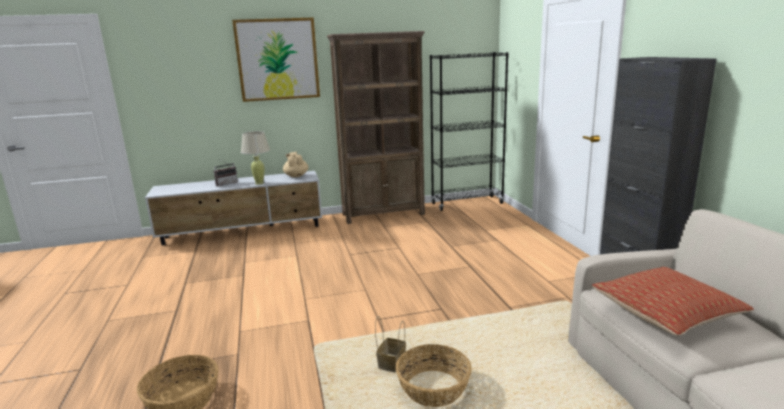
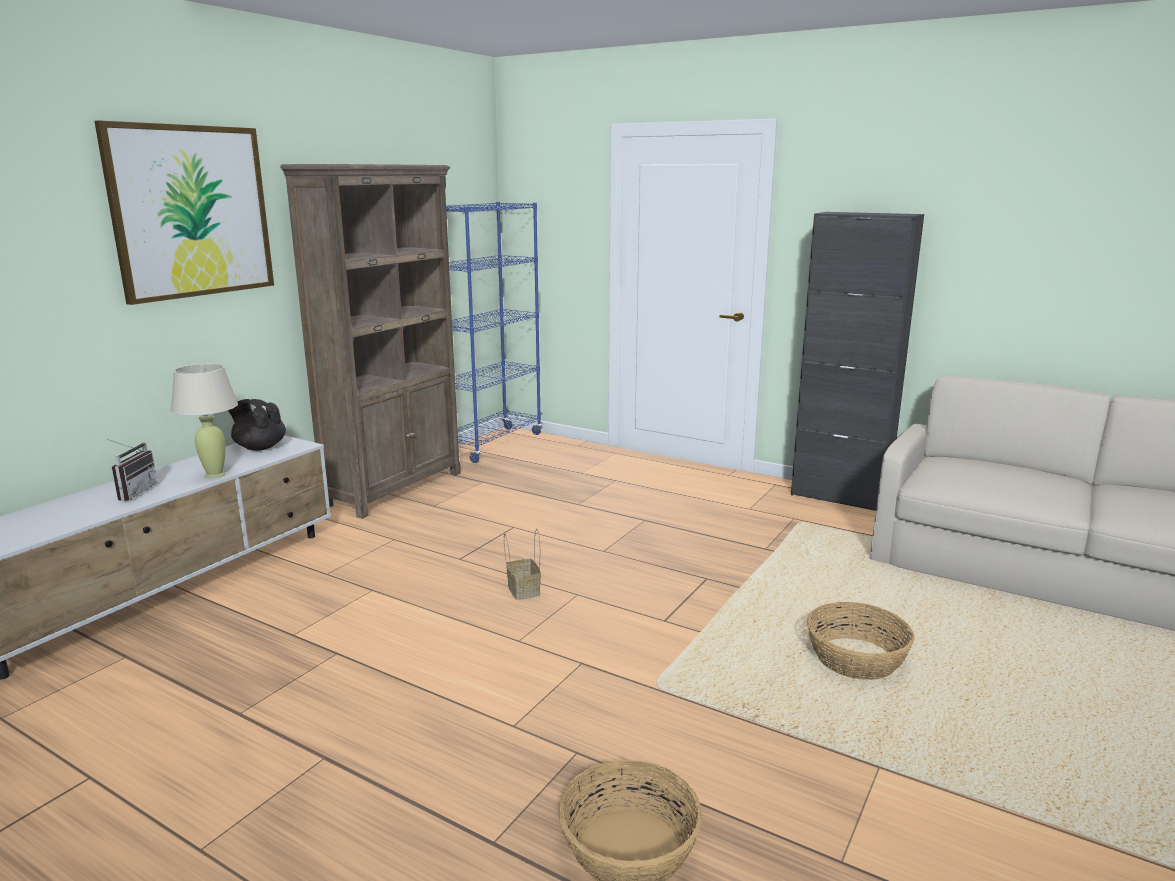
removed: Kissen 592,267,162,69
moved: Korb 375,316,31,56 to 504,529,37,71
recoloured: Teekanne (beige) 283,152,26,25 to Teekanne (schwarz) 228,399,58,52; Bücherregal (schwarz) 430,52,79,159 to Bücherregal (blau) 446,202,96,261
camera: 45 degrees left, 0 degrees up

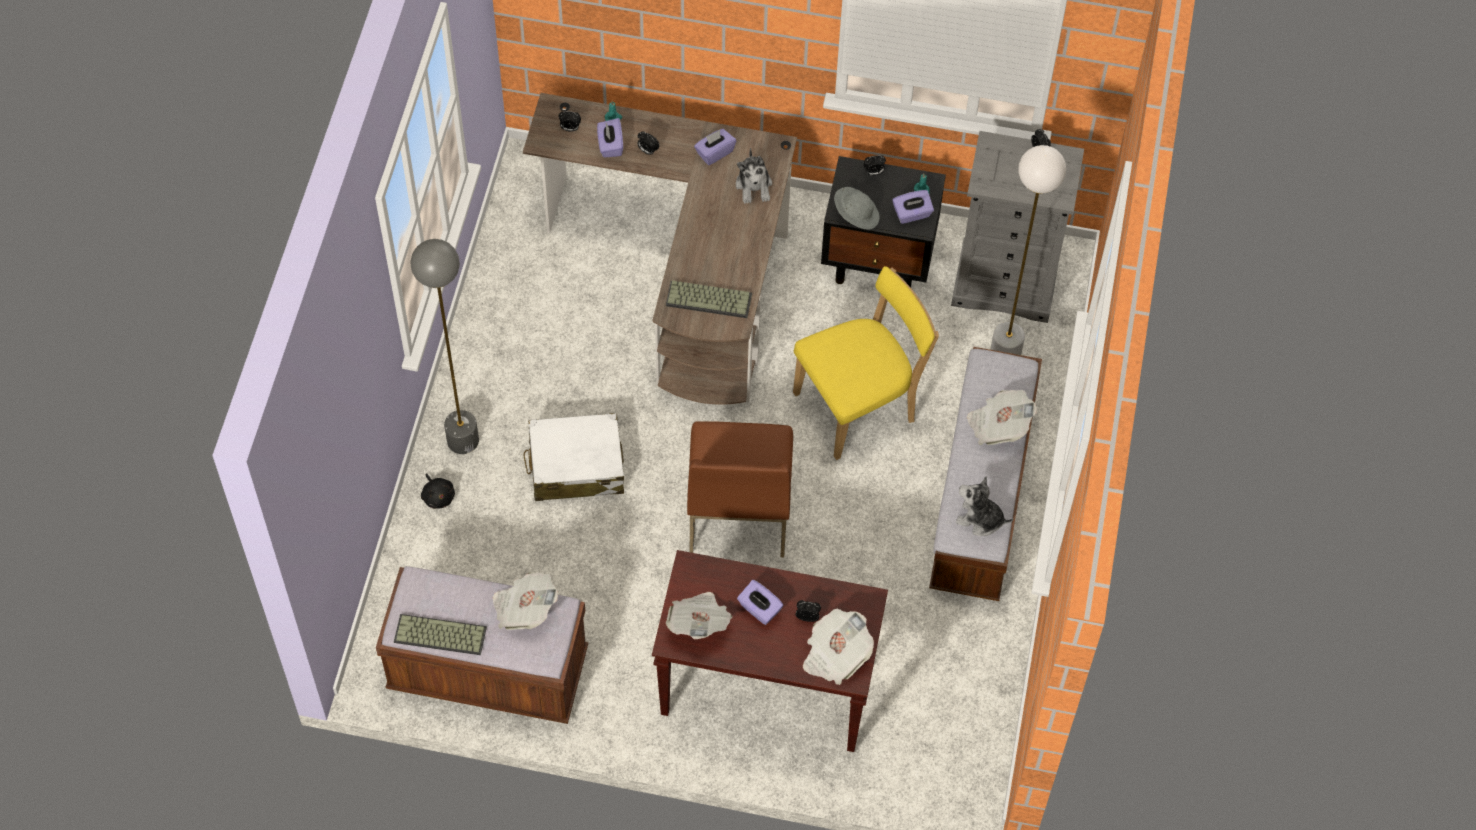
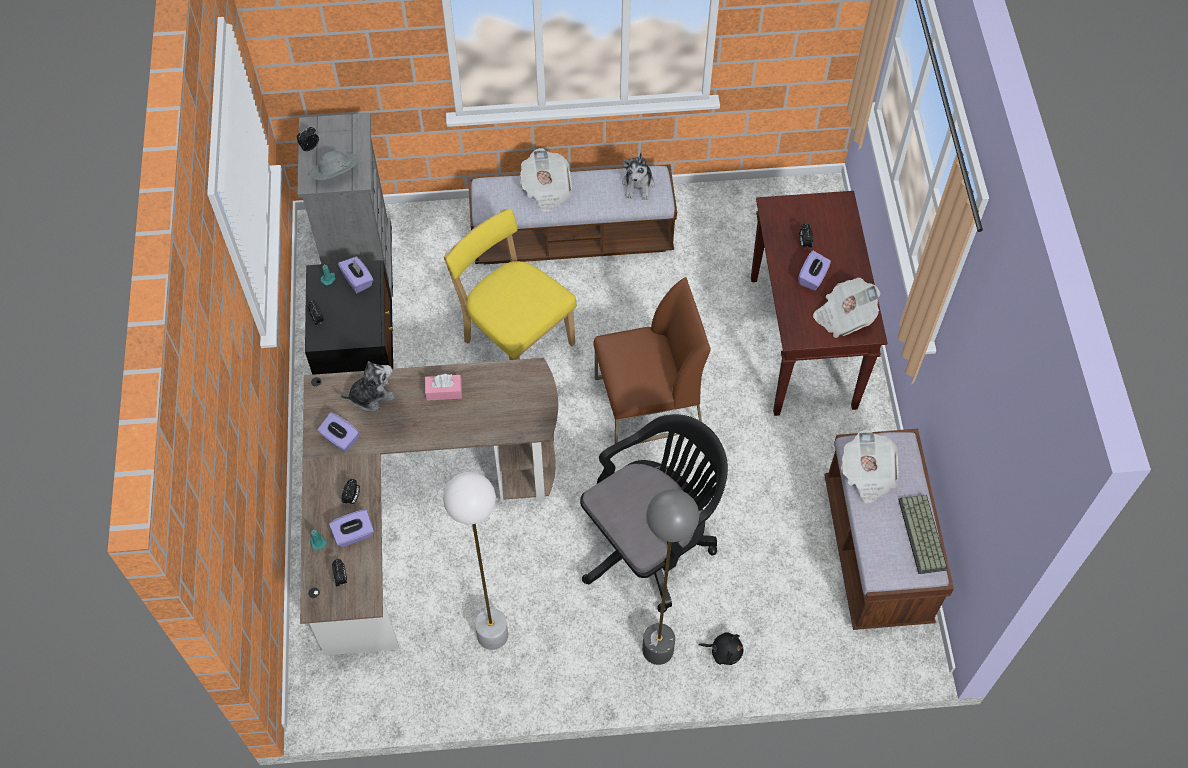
removed: Tastatur 666,280,86,38; Zeitung 803,609,71,76
added: Taschentuchbox (rosa) 425,374,37,27
moved: Hut (grau) 834,187,45,43 to 310,151,48,29; Stehlampe (weiß) 990,145,76,210 to 443,472,65,178
replaced: Koffer (weiß) 524,413,100,88 to Bürostuhl (schwarz) 580,414,148,199
turned: Plüschtier (schwarz) 421,473,34,36 = 699,632,44,33 60 degrees clockwise
camera: 105 degrees left, 0 degrees up

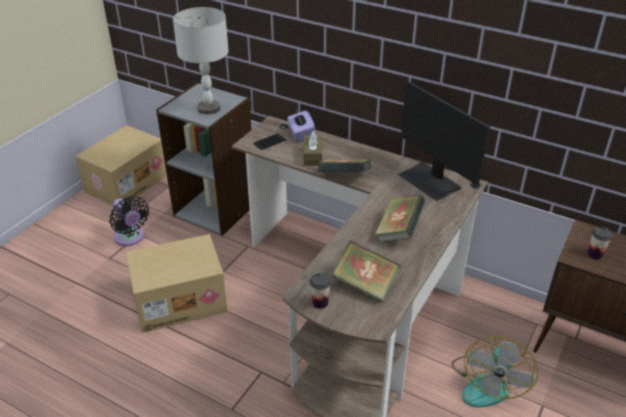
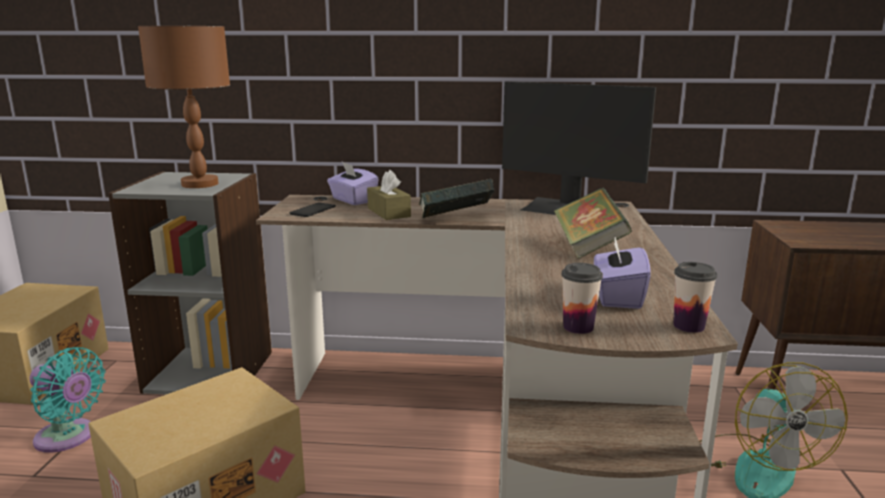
moved: Tasse 588,227,24,33 to 674,262,43,71
replaced: Buch 332,241,69,61 to Taschentuchbox (lila) 594,237,57,72
recoloured: Ventilator (schwarz) 110,196,39,50 to Ventilator (türkis) 30,347,76,106; Tischlampe (grau) 173,7,56,107 to Tischlampe (braun) 138,26,92,162
camera: 25 degrees left, 20 degrees down

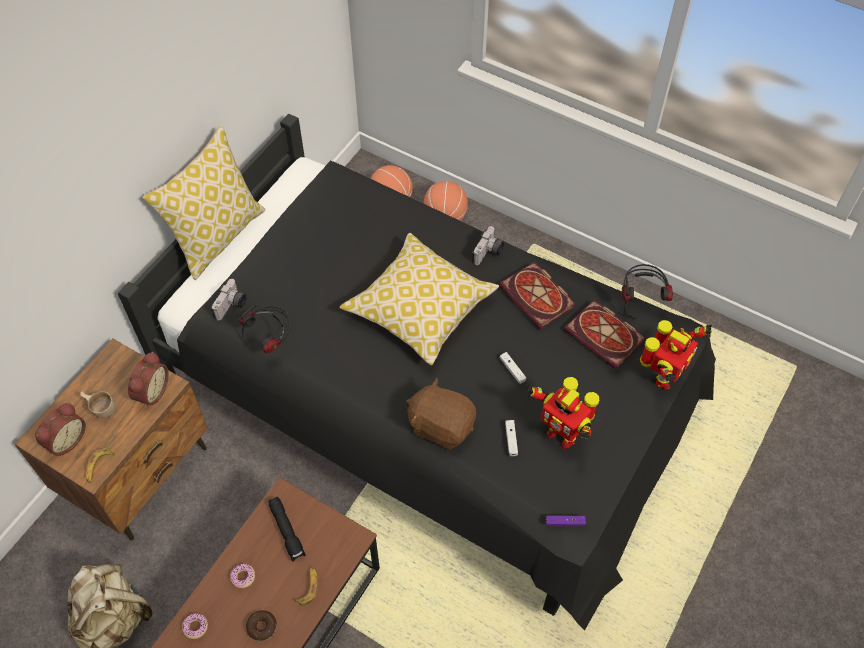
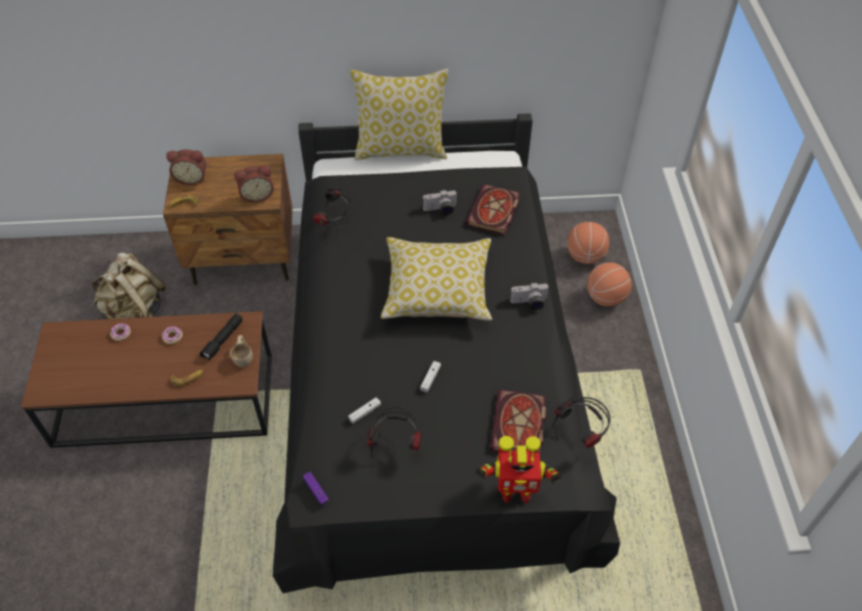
removed: Donut 246,610,31,31; Plüschtier (braun) 406,378,70,71
moved: Tasse (beige) 80,391,35,27 to 230,335,23,32; Kamera 211,279,36,41 to 423,189,34,26; Buch 499,262,77,67 to 466,184,54,51
replaced: Spielzeugroboter 526,377,73,72 to Kopfhörer 367,406,54,59
camera: 55 degrees right, 5 degrees down

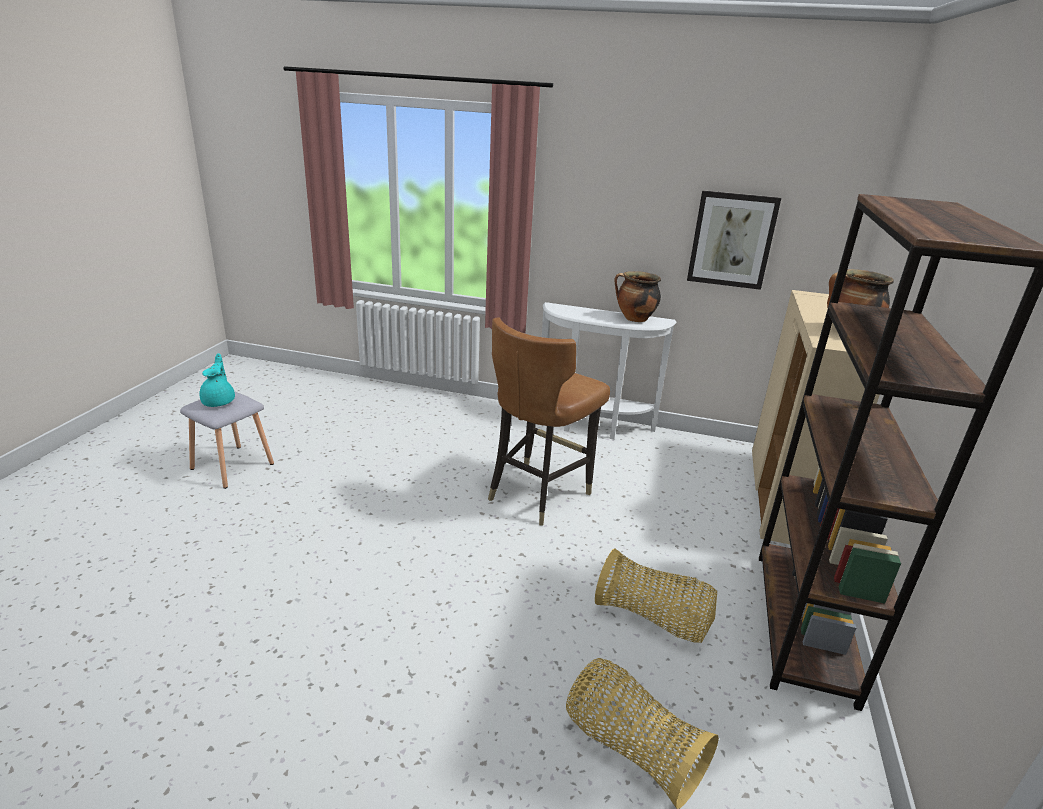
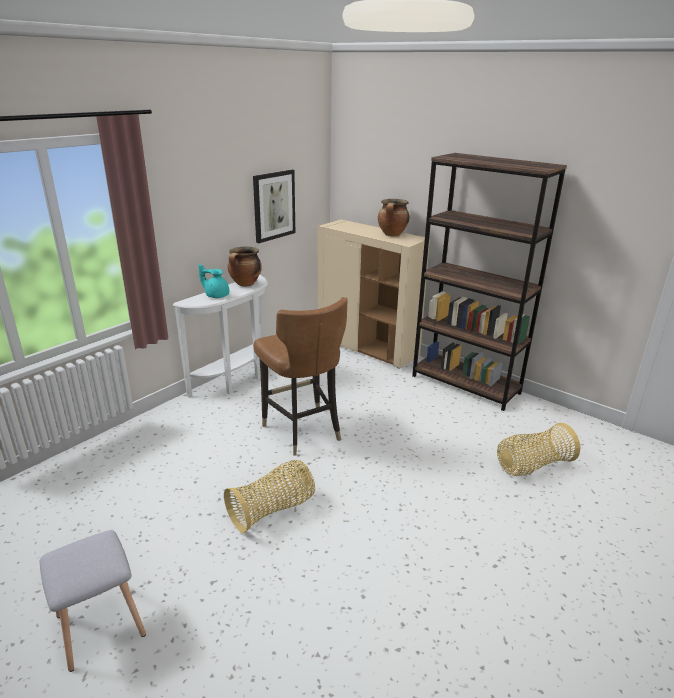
moved: Teekanne (türkis) 199,353,36,54 to 198,263,31,35; Korb 595,549,122,94 to 224,460,91,73
camera: 65 degrees left, 0 degrees up

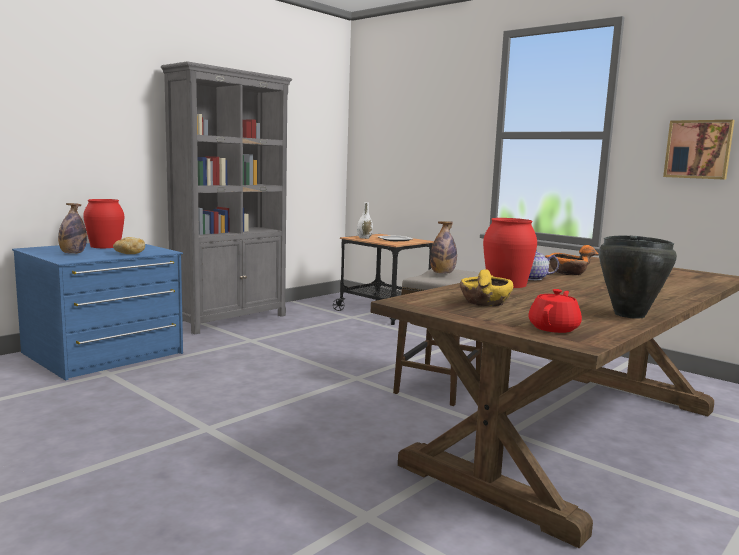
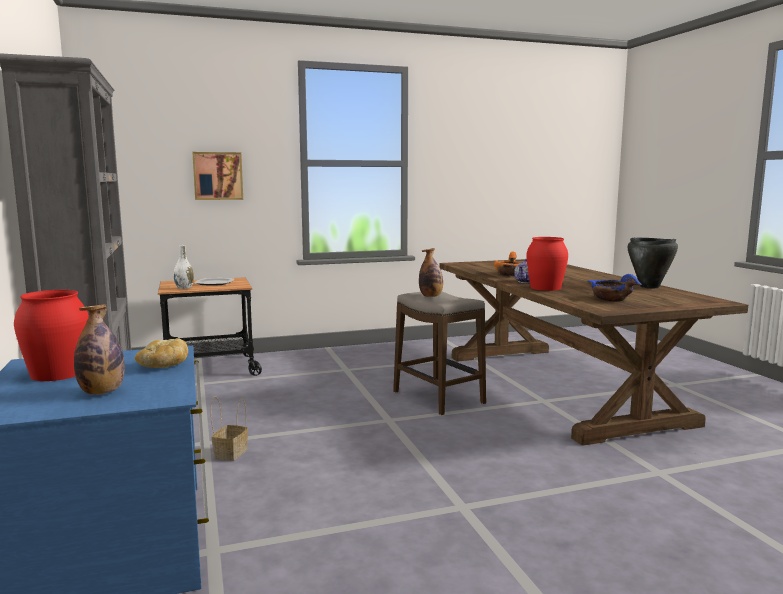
removed: Teekanne (rot) 528,289,54,44
added: Korb 211,396,37,65
moved: Bild 663,120,72,60 to 192,152,51,48
recoloured: Schüssel (gelb) 460,269,53,38 to Schüssel (blau) 588,274,54,27
camera: 60 degrees left, 0 degrees up

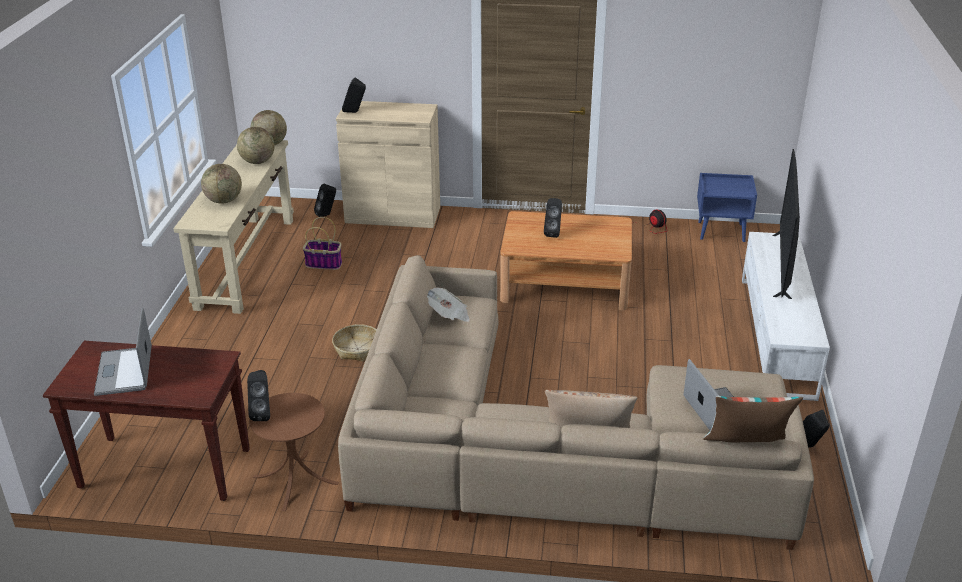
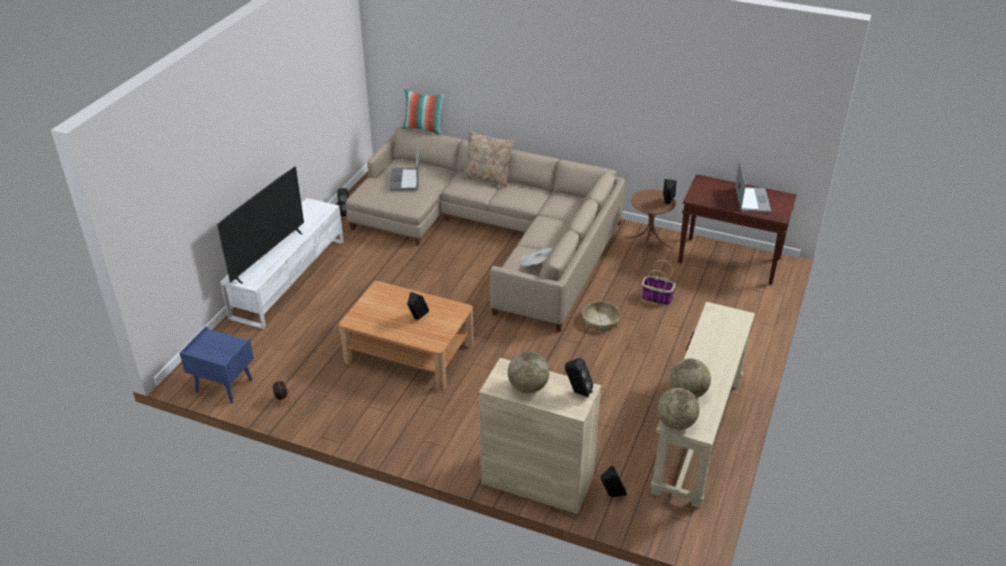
moved: Globus 201,164,41,40 to 508,351,41,43; Korb 303,217,39,53 to 642,260,33,46
camera: 165 degrees left, 5 degrees up

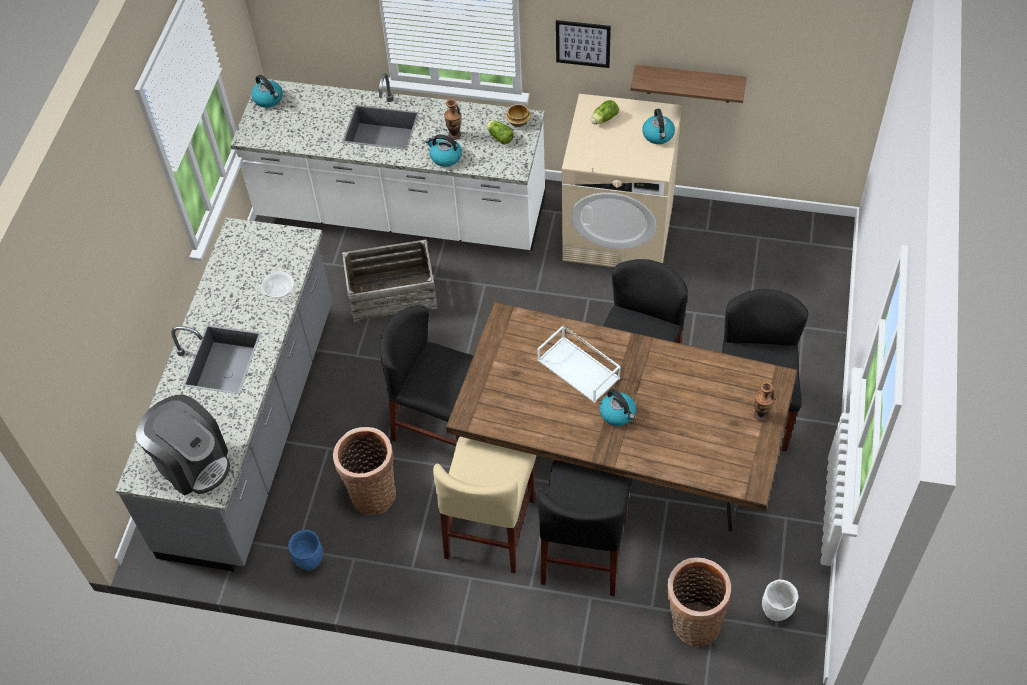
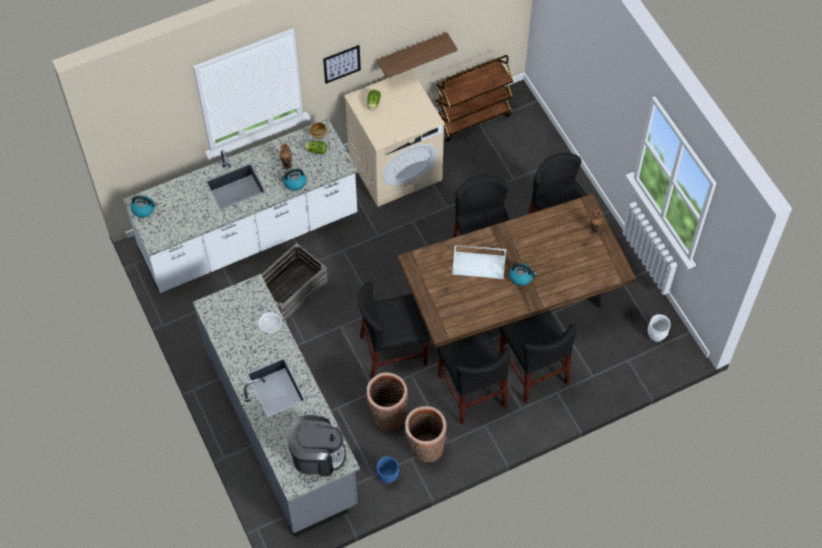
removed: Wasserkessel 642,109,33,35
added: Rollwagen (braun) 436,55,78,87
moved: Korb 667,557,64,90 to 405,406,42,56
recoloured: Stuhl (beige) 433,437,103,137 to Stuhl (schwarz) 437,331,74,94
camera: 40 degrees left, 5 degrees up

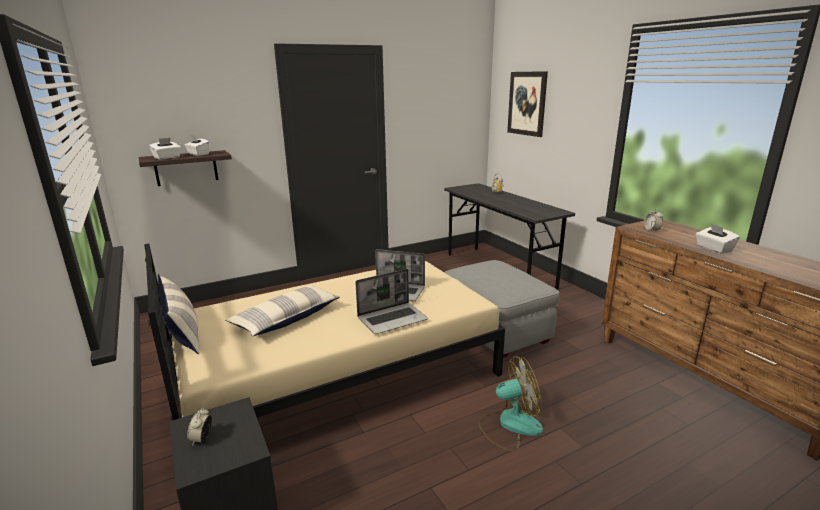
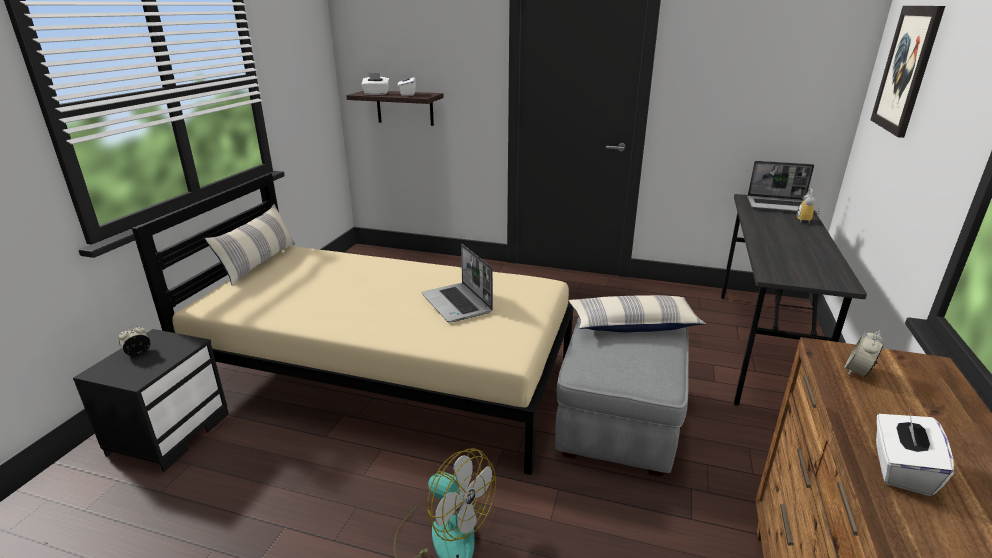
moved: Kissen 225,285,115,51 to 569,295,137,37; Laptop 355,269,73,65 to 747,161,67,51
camera: 45 degrees right, 5 degrees up

